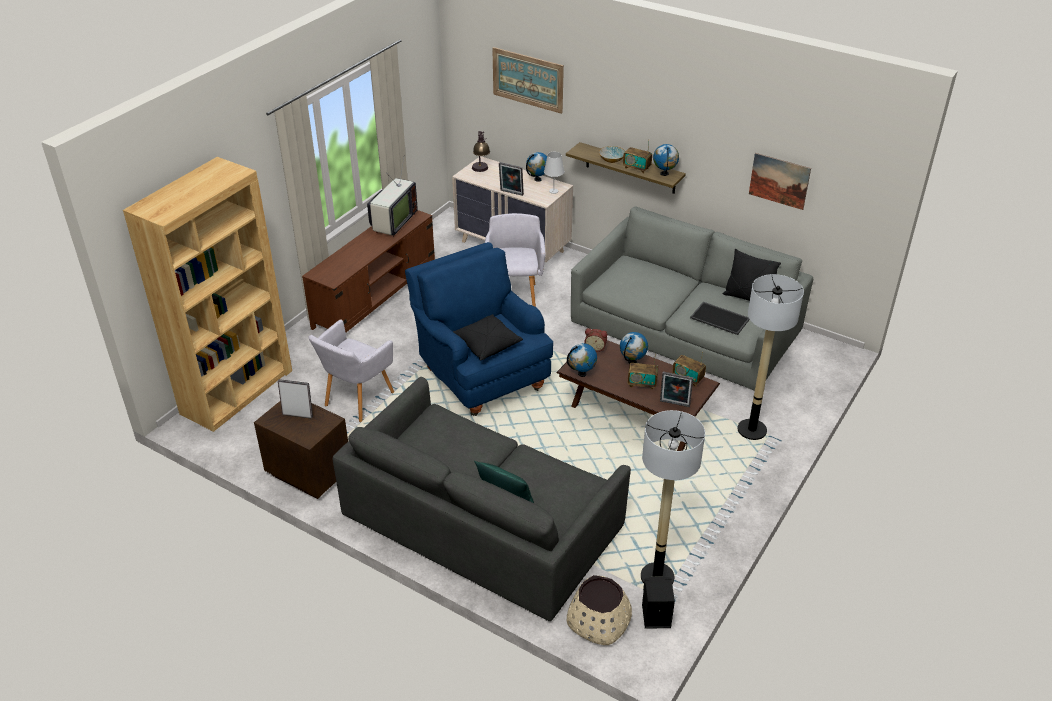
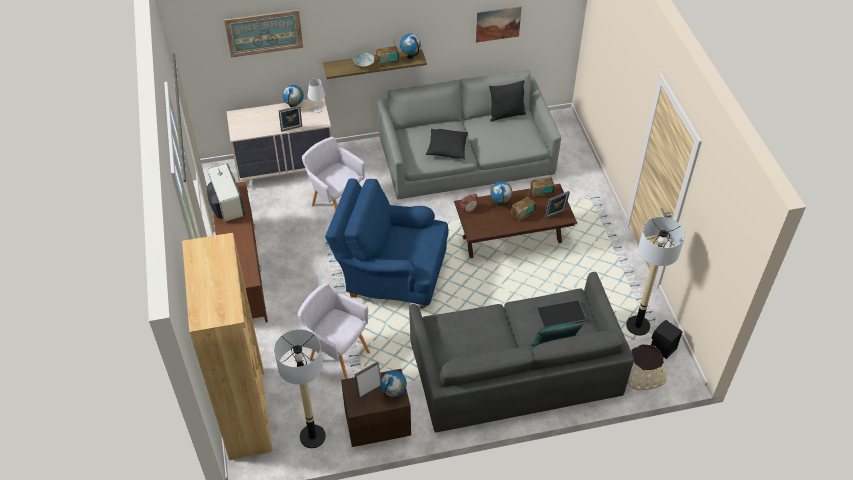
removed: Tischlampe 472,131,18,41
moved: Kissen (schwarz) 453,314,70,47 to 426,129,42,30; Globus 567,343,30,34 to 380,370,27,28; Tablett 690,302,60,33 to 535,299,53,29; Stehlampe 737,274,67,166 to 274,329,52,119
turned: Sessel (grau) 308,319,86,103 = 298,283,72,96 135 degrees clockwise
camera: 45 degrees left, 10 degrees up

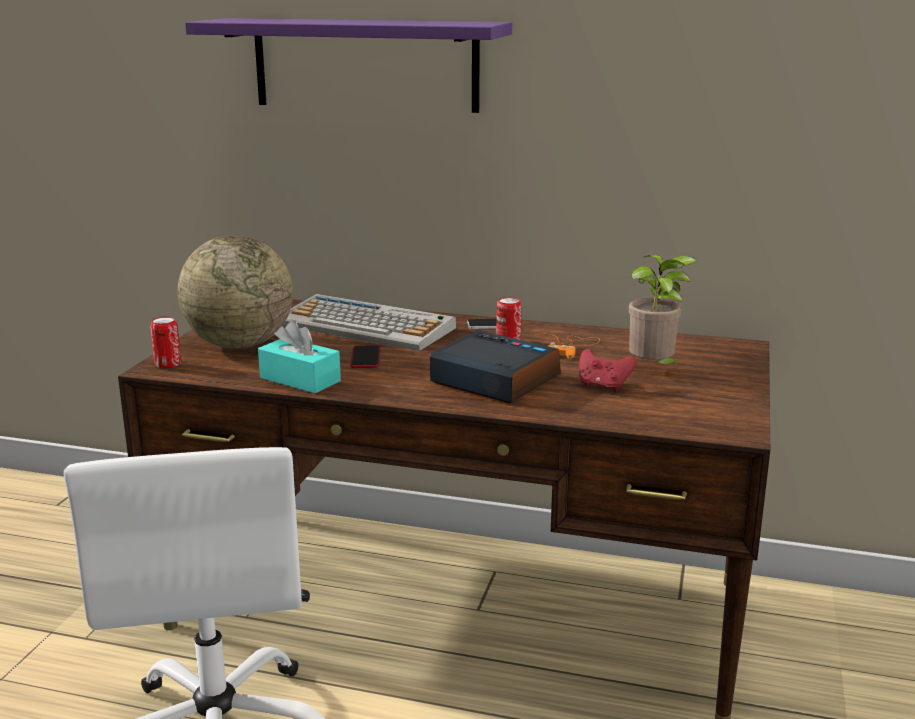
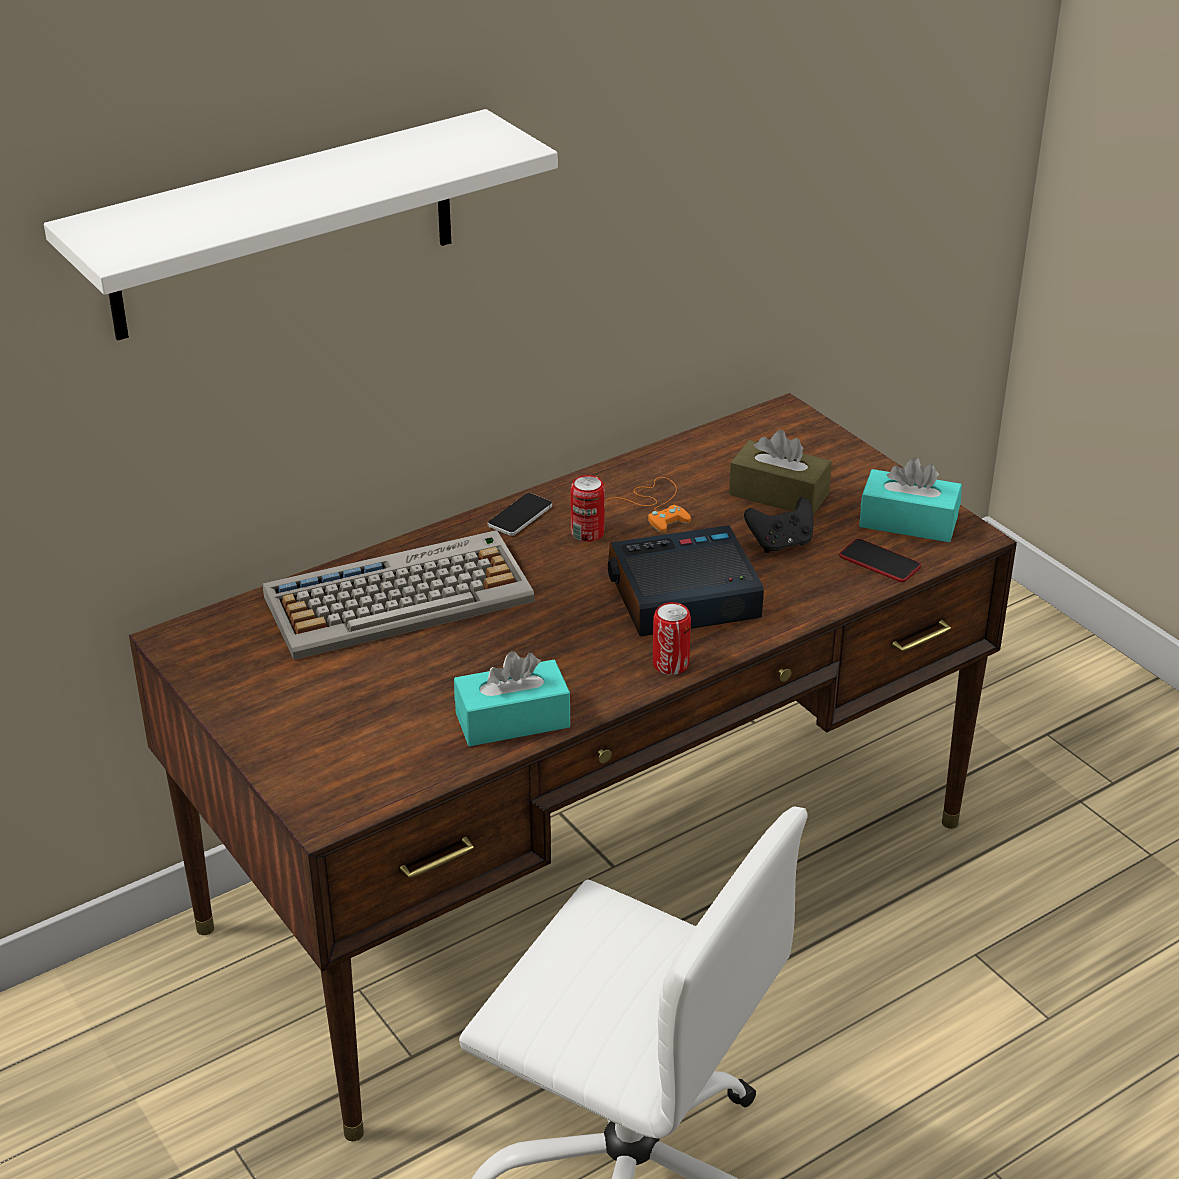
removed: Globus 177,235,116,114
added: Taschentuchbox (türkis) 859,457,103,85
moved: Dose 150,317,31,51 to 652,602,39,73; Handy 350,345,31,23 to 839,539,82,43
replaced: Topfpflanze 629,255,68,111 to Taschentuchbox (braun) 729,430,103,85
recoloured: Wandregal (lila) 185,18,327,95 to Wandregal (weiß) 44,109,514,231; Gamepad (rot) 579,349,57,43 to Gamepad (schwarz) 744,497,69,56
camera: 50 degrees left, 15 degrees up

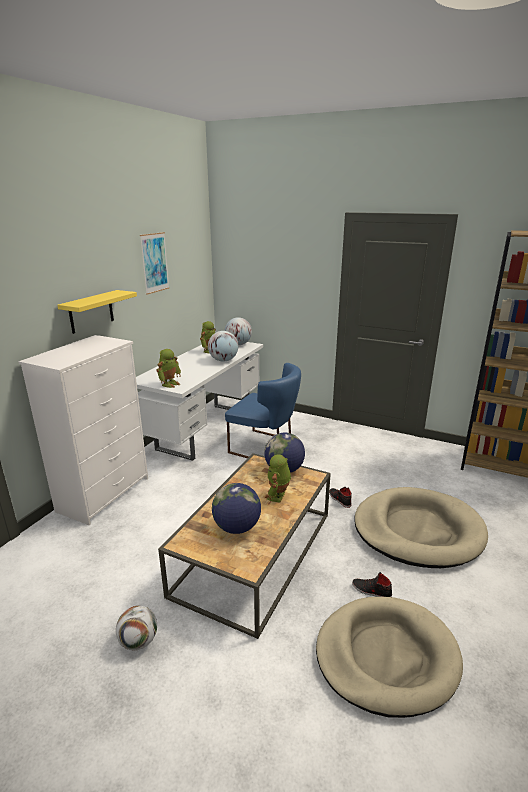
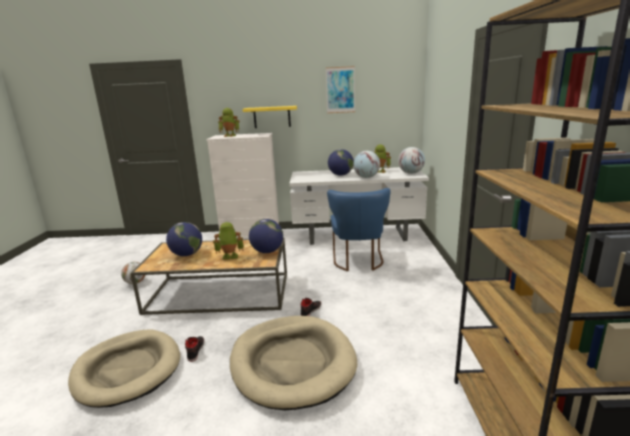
added: Globus 328,149,26,27
moved: Spielzeugroboter 156,349,25,39 to 218,108,21,29
camera: 65 degrees right, 5 degrees down

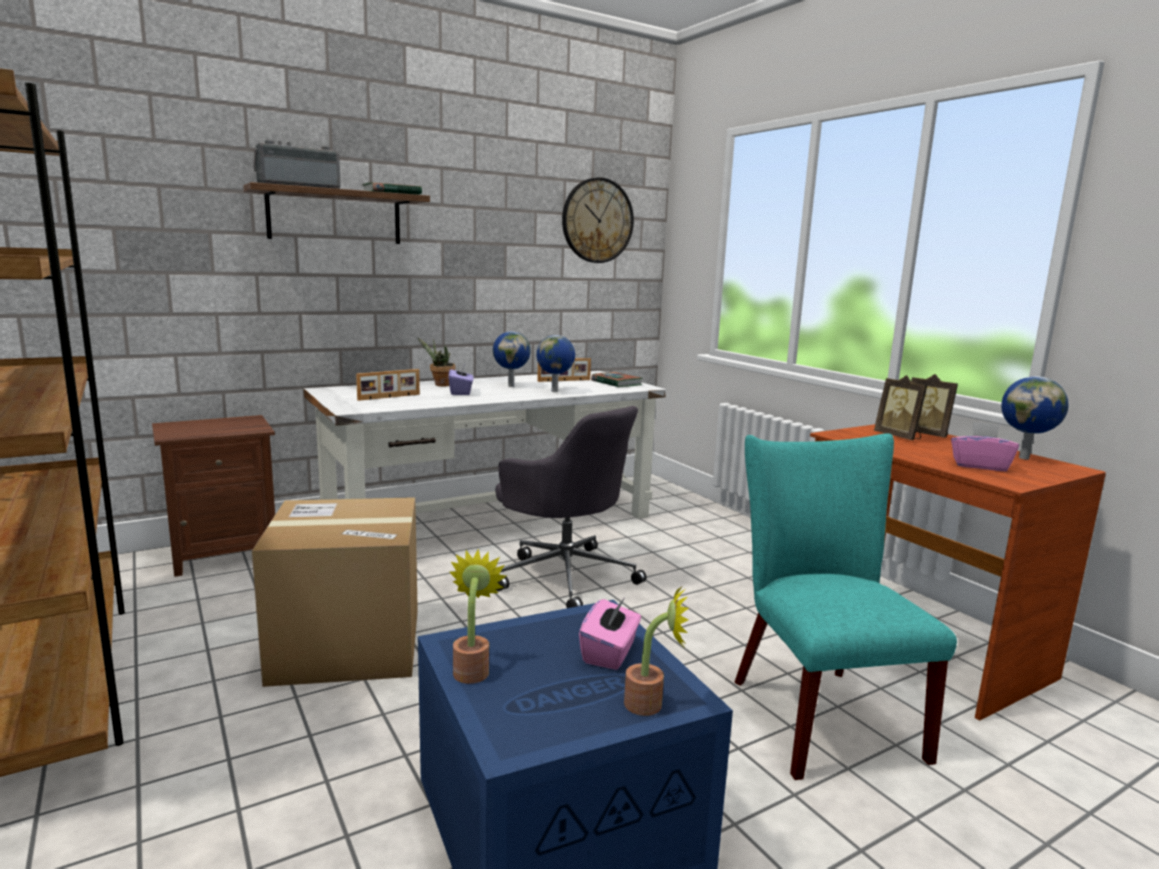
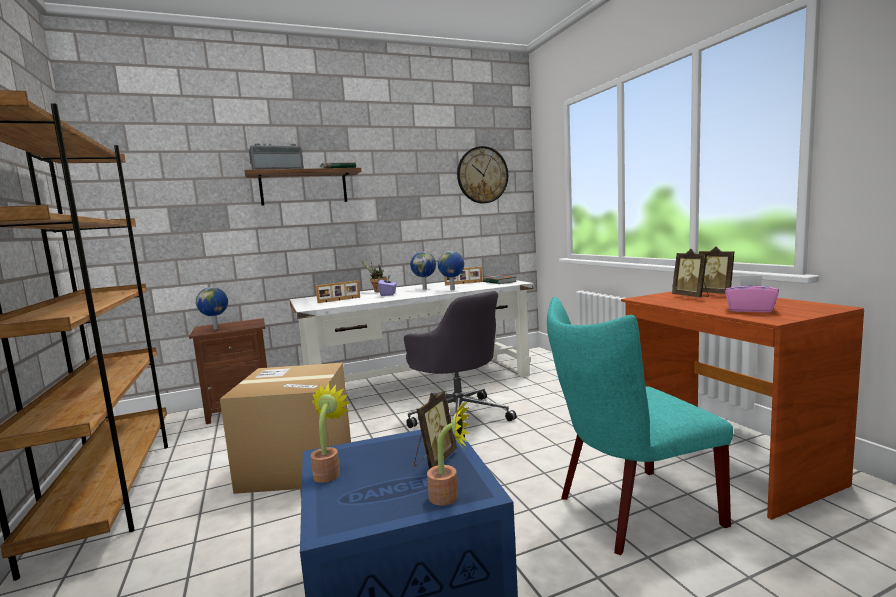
moved: Globus 1001,376,68,84 to 196,287,32,43
replaced: Taschentuchbox (rosa) 579,598,62,72 to Bilderrahmen 414,391,43,78
turned: Stuhl (türkis) 734,433,223,347 = 547,297,186,258 105 degrees counterclockwise
camera: 10 degrees right, 5 degrees down

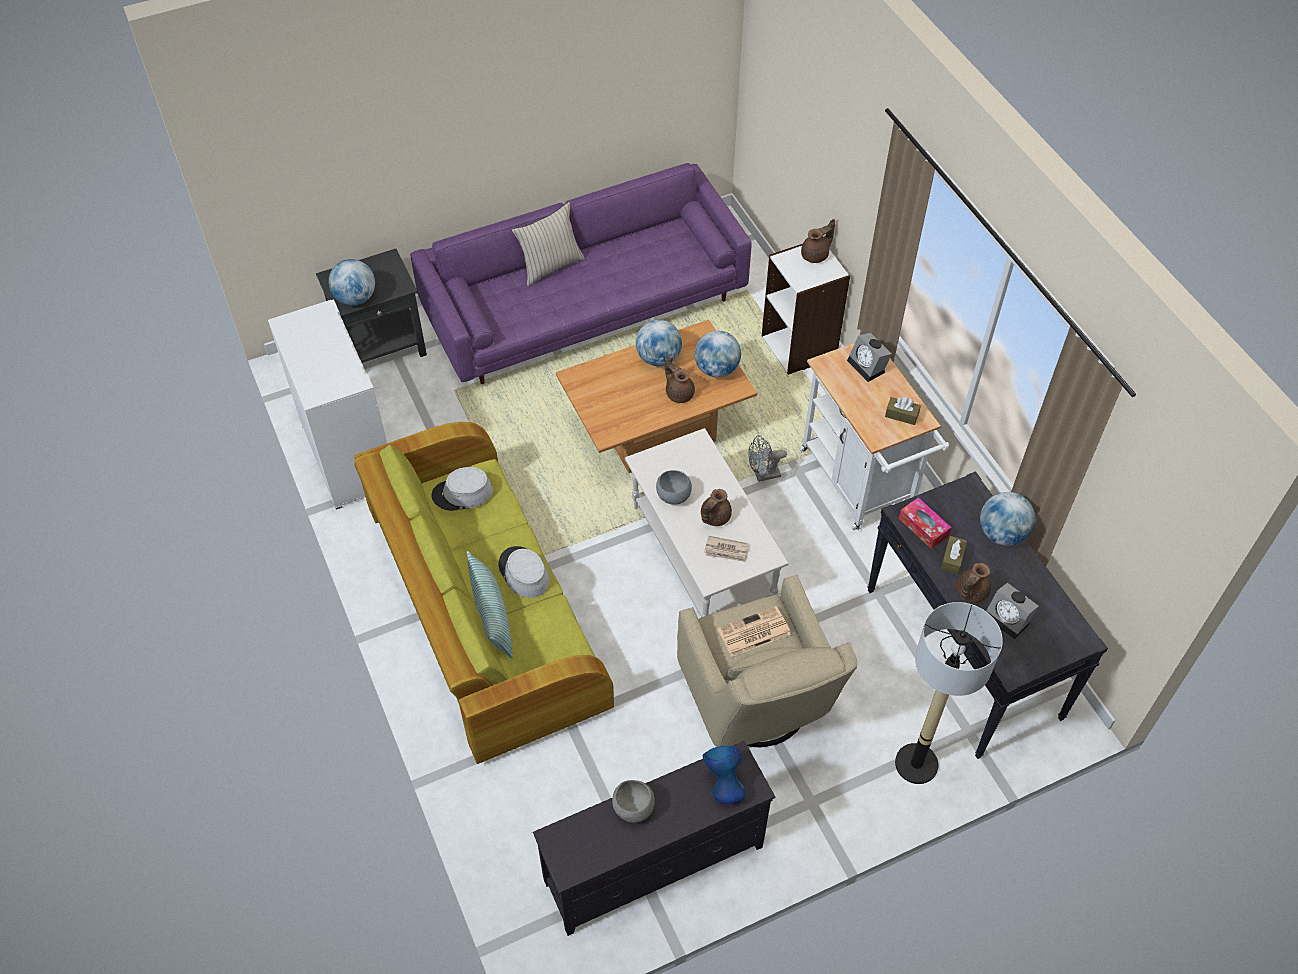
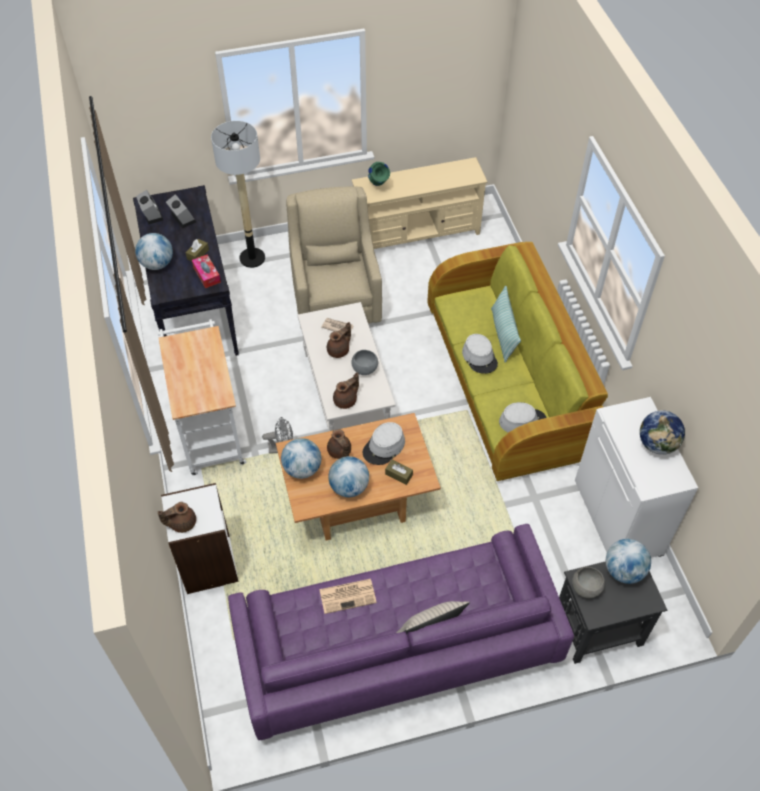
added: Hut (grau) 363,422,42,43; Globus 640,410,45,45
moved: Schüssel (grau) 612,780,43,43 to 572,567,33,31; Zeitung 717,606,74,51 to 319,579,58,35; Wecker 847,333,45,49 to 136,190,27,35; Taschentuchbox (braun) 885,397,36,28 to 385,460,28,25; Teekanne (braun) 956,563,35,40 to 333,372,26,37
recoloured: Fernsehschrank (schwarz) 533,741,242,195 to Fernsehschrank (beige) 352,157,136,92; Vase (blau) 703,746,43,58 to Vase (grün) 368,162,22,24
camera: 170 degrees left, 0 degrees up

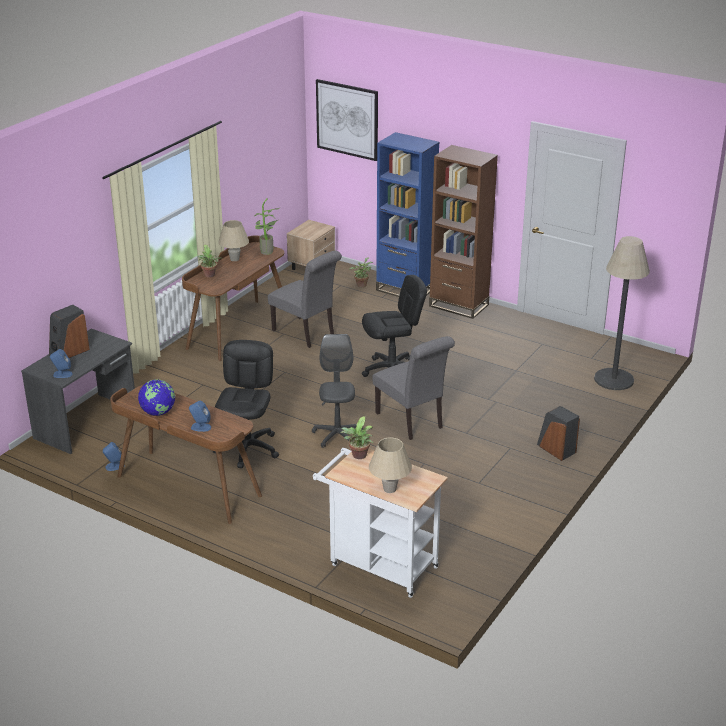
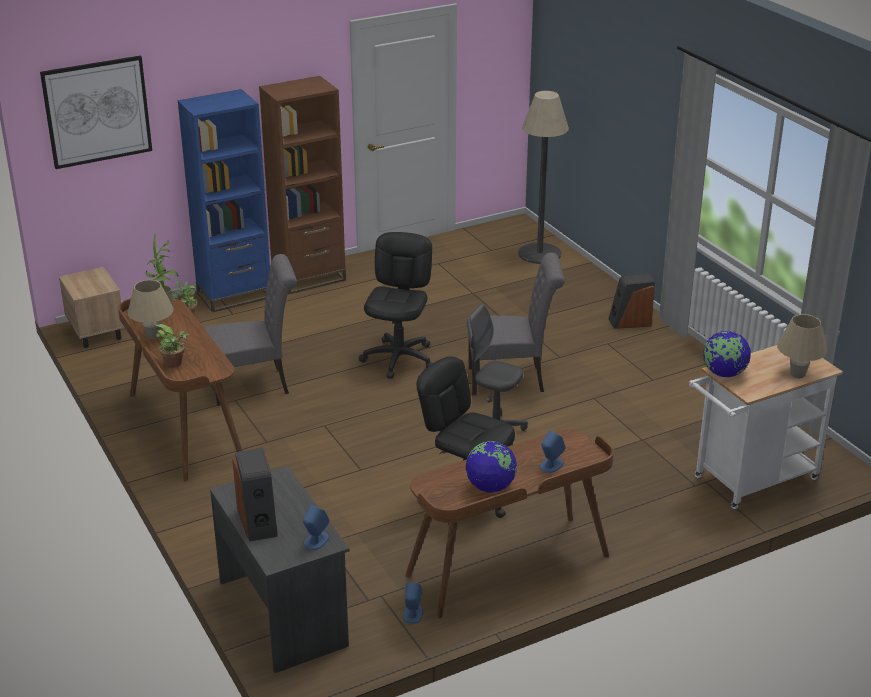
replaced: Topfpflanze 340,416,33,43 to Globus 703,331,48,46
camera: 60 degrees left, 0 degrees up

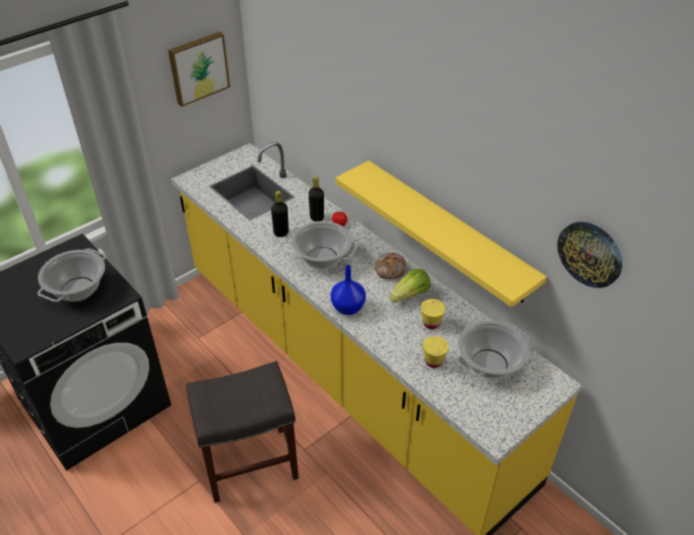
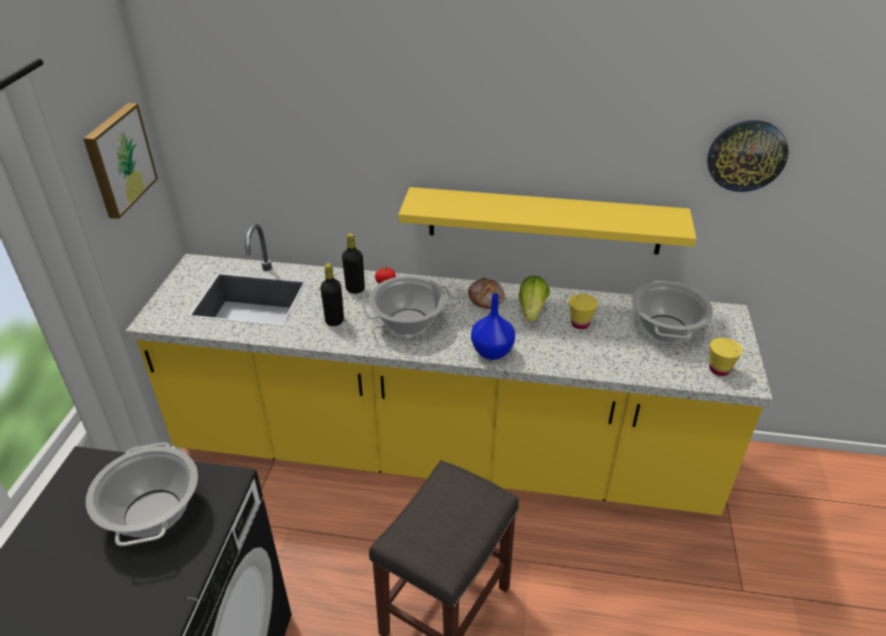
moved: Tasse (gelb) 423,336,26,32 to 709,338,34,38
camera: 40 degrees left, 5 degrees down

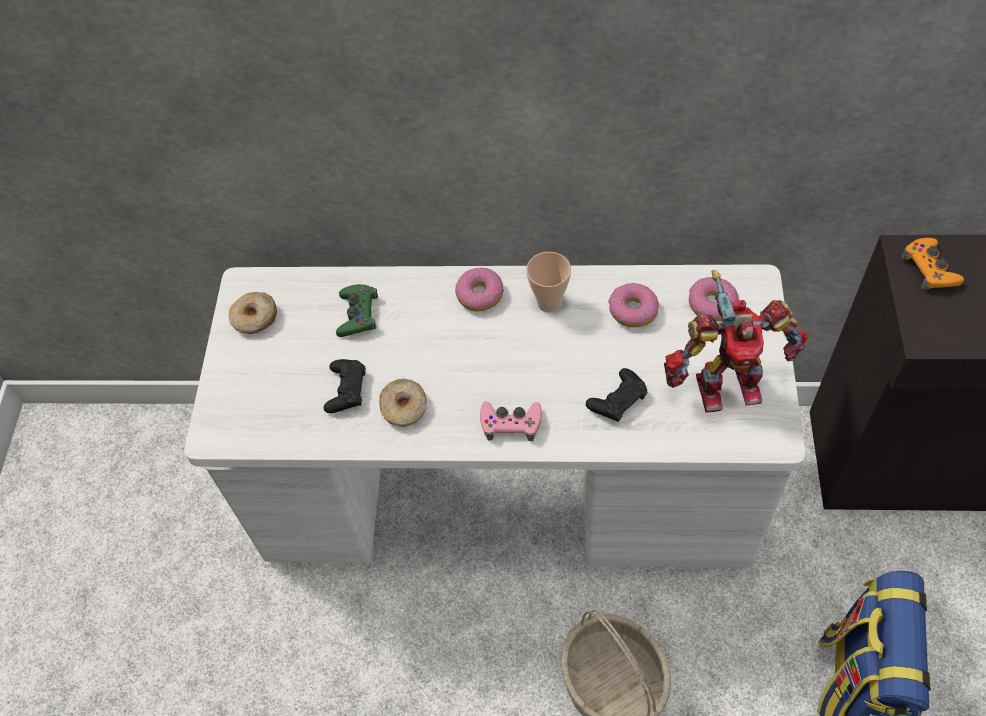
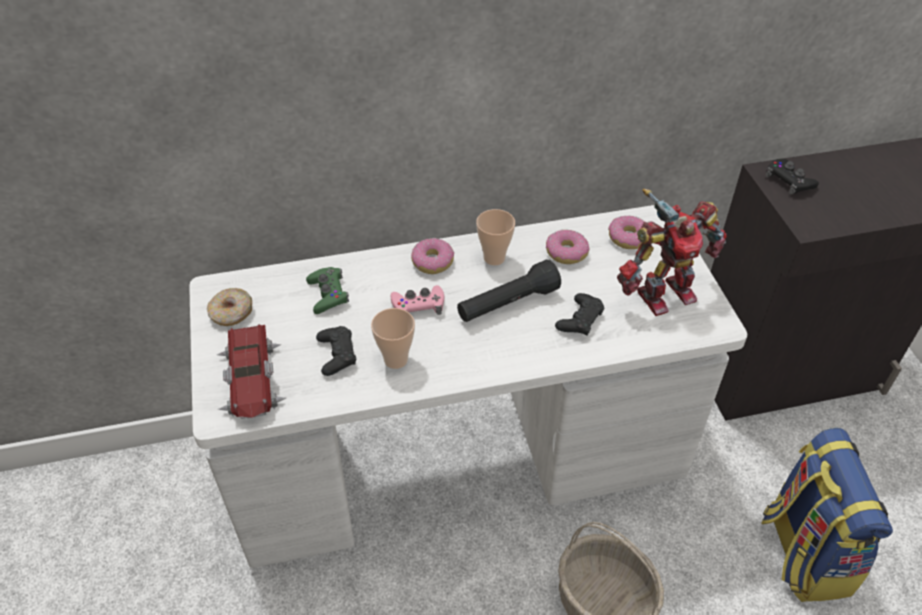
added: Spielzeugauto 217,324,69,95; Taschenlampe (schwarz) 457,260,104,62
moved: Gamepad (rosa) 480,401,62,40 to 391,285,53,30
replaced: Donut 379,378,48,49 to Tasse 371,308,44,61
recoloured: Gamepad (orange) 901,238,63,52 to Gamepad (schwarz) 766,159,53,36
camera: 20 degrees left, 10 degrees down

